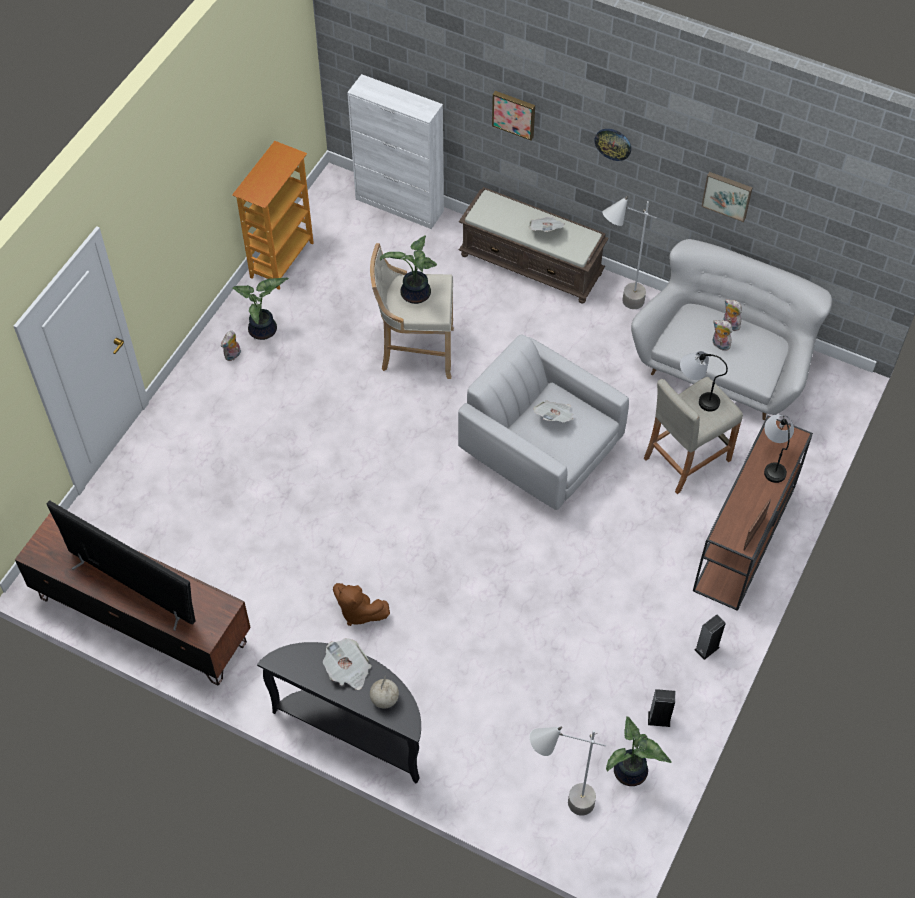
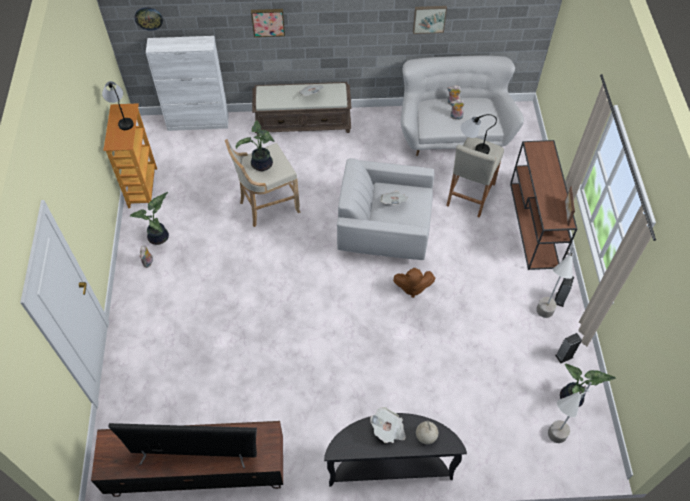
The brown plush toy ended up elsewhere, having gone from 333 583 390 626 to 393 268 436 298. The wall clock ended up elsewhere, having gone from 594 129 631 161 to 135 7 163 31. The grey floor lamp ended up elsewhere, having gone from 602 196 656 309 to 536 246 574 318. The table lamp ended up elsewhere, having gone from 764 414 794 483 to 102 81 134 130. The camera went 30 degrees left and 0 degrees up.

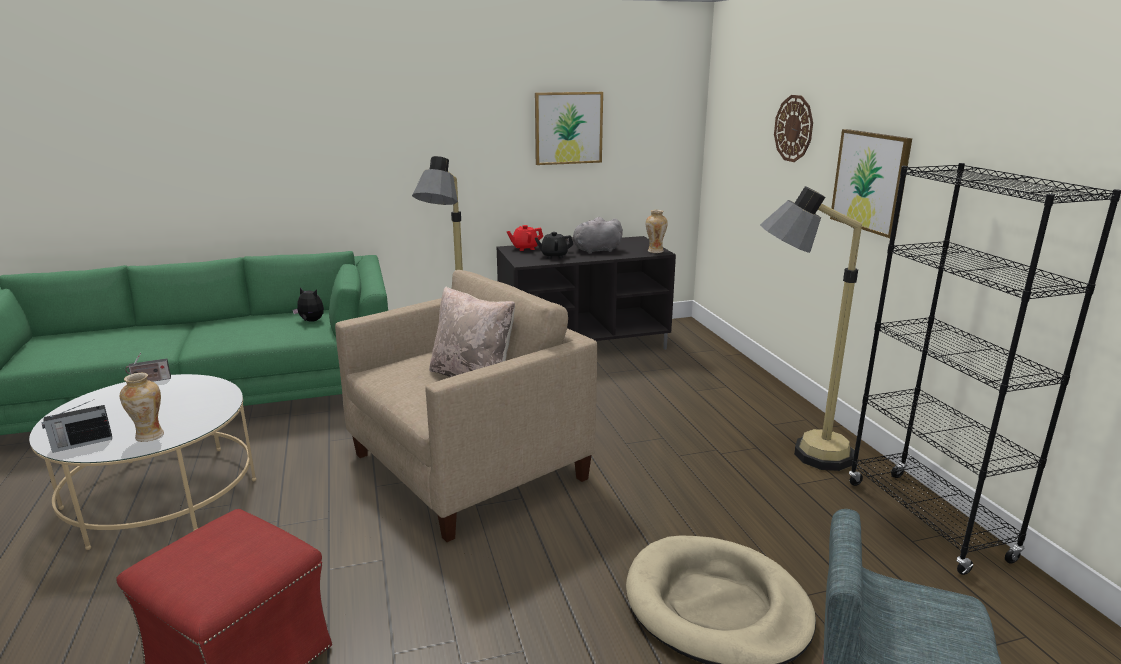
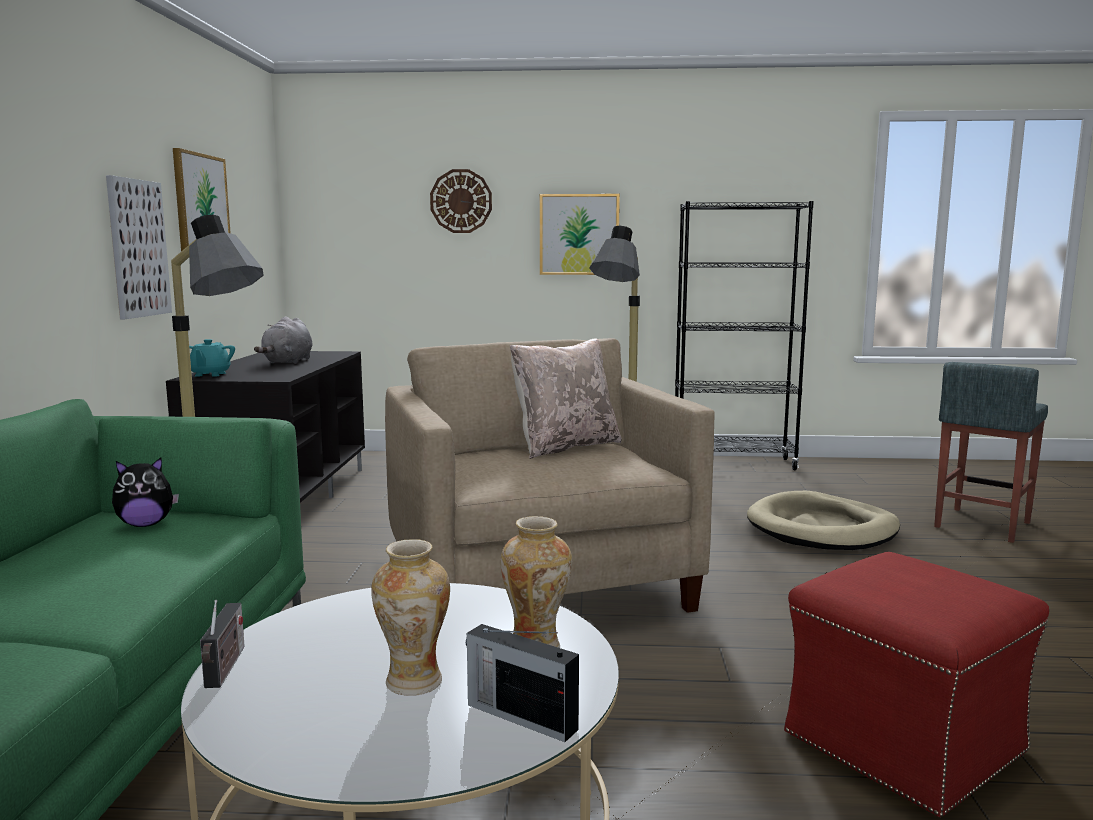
The second view lost the black teapot at 535 232 573 259. The second view gained the picture at 106 175 172 319. The vase ended up elsewhere, having gone from 646 210 668 253 to 371 539 450 696. What was the red teapot at 507 225 543 251 turned into the turquoise teapot at 189 339 235 377. The radio at 42 401 112 453 ended up facing another way, 135 degrees clockwise from before. The plush toy at 292 287 324 322 ended up facing another way, 150 degrees counterclockwise from before. The camera went 70 degrees left and 10 degrees down.

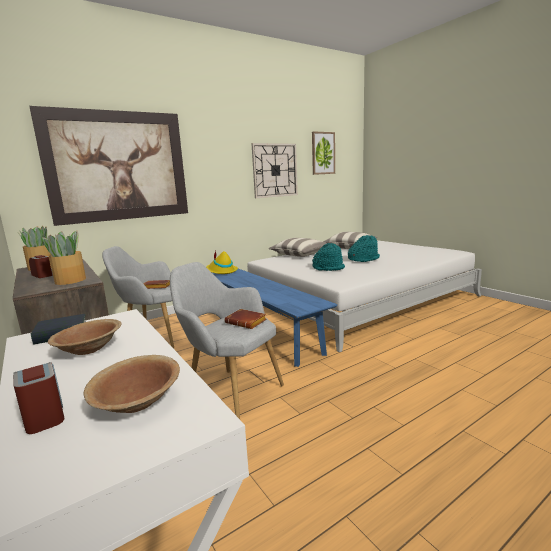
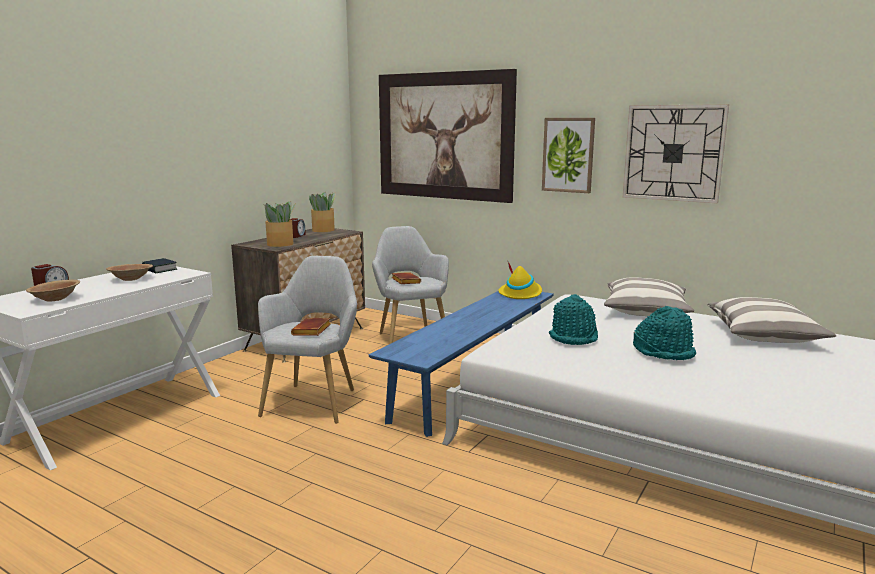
The picture ended up elsewhere, having gone from 312 131 335 175 to 542 118 595 193. The camera went 65 degrees right and 0 degrees up.

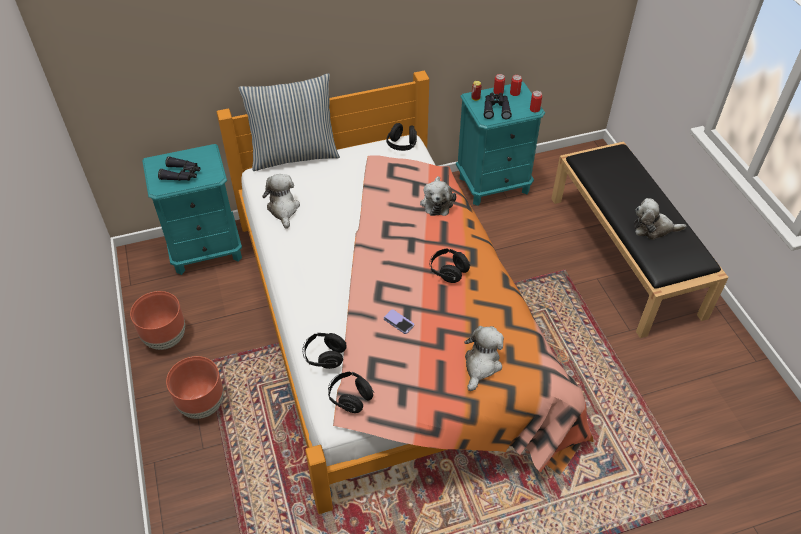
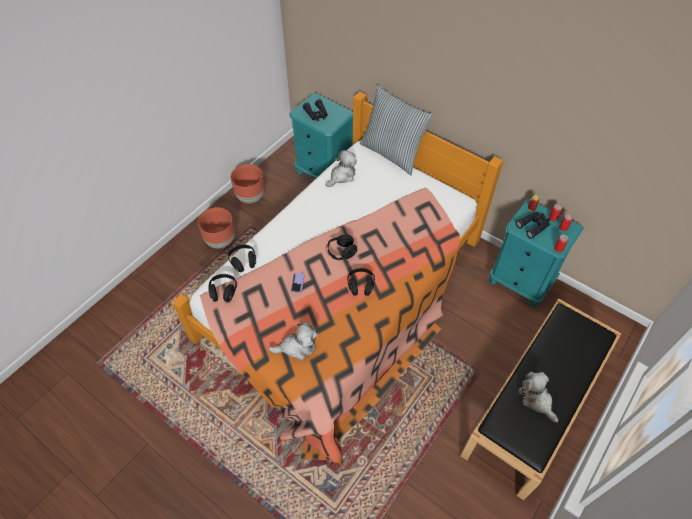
The second view lost the plush toy at 420 176 456 216. The black headphones ended up elsewhere, having gone from 386 123 417 151 to 326 234 357 260. The camera went 55 degrees right and 5 degrees up.

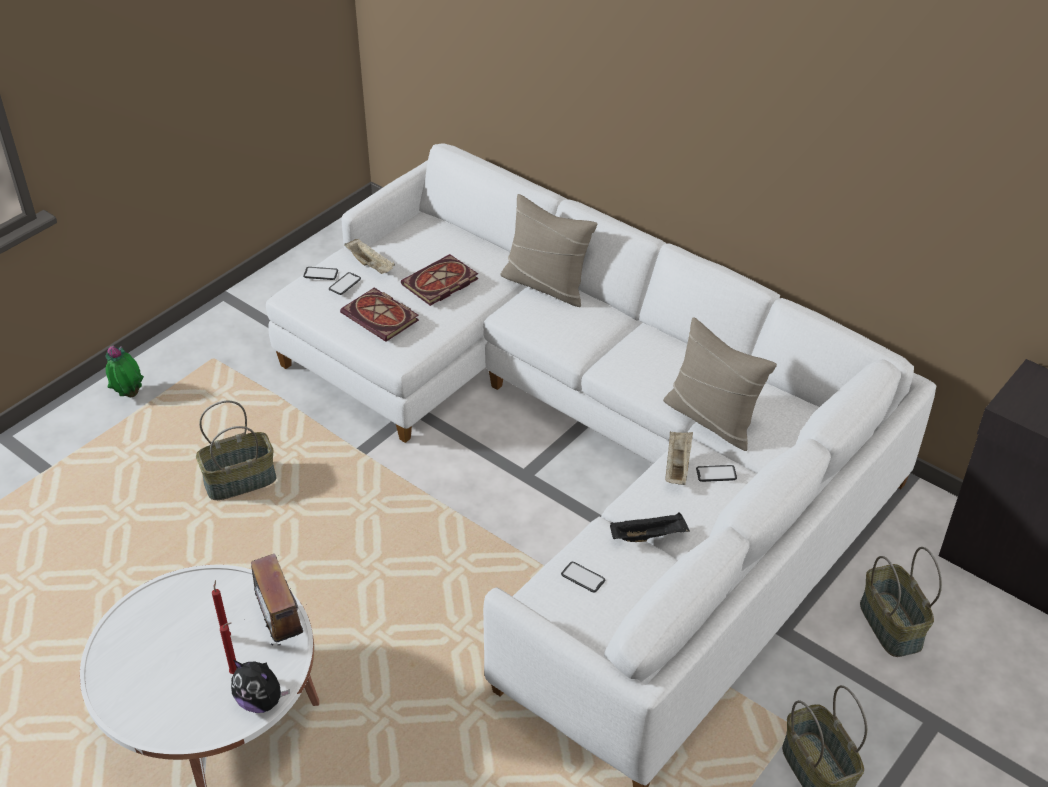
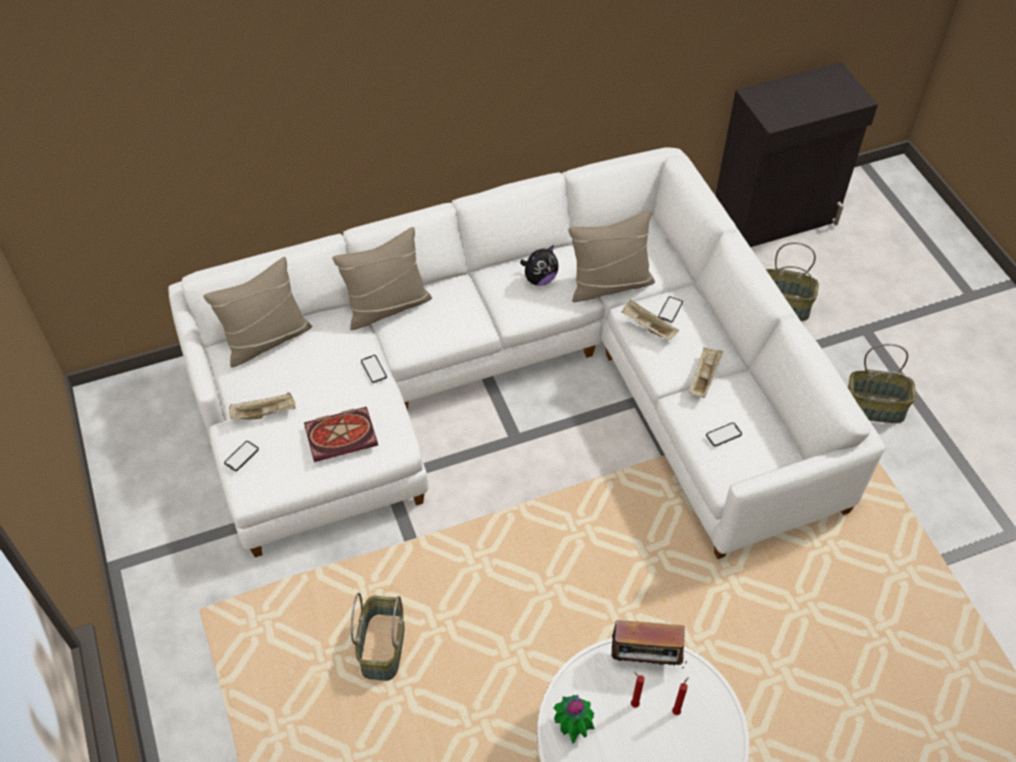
The second view lost the book at 401 254 479 306. The second view gained the beige pillow at 203 257 312 368. The potted plant ended up elsewhere, having gone from 105 345 144 397 to 553 694 595 744. The plush toy ended up elsewhere, having gone from 231 660 290 713 to 520 245 558 286. The phone ended up elsewhere, having gone from 329 272 361 295 to 361 355 387 383. What was the black tray at 610 512 690 542 turned into the beige tray at 689 348 723 398. The camera went 60 degrees left and 10 degrees up.

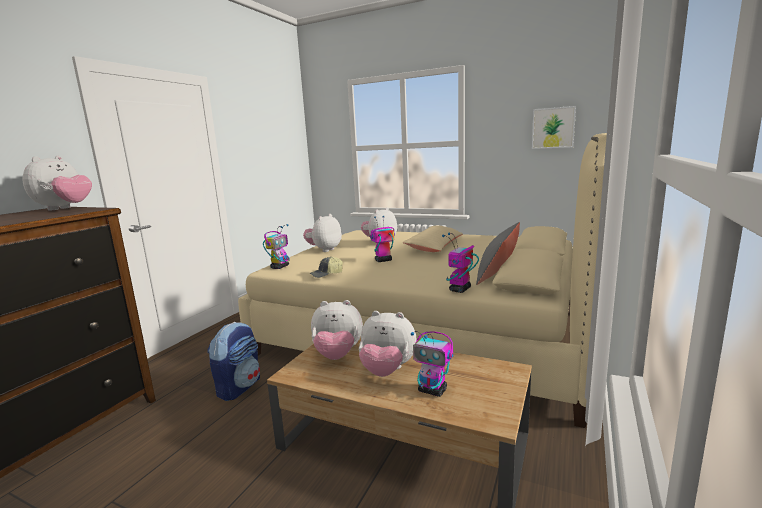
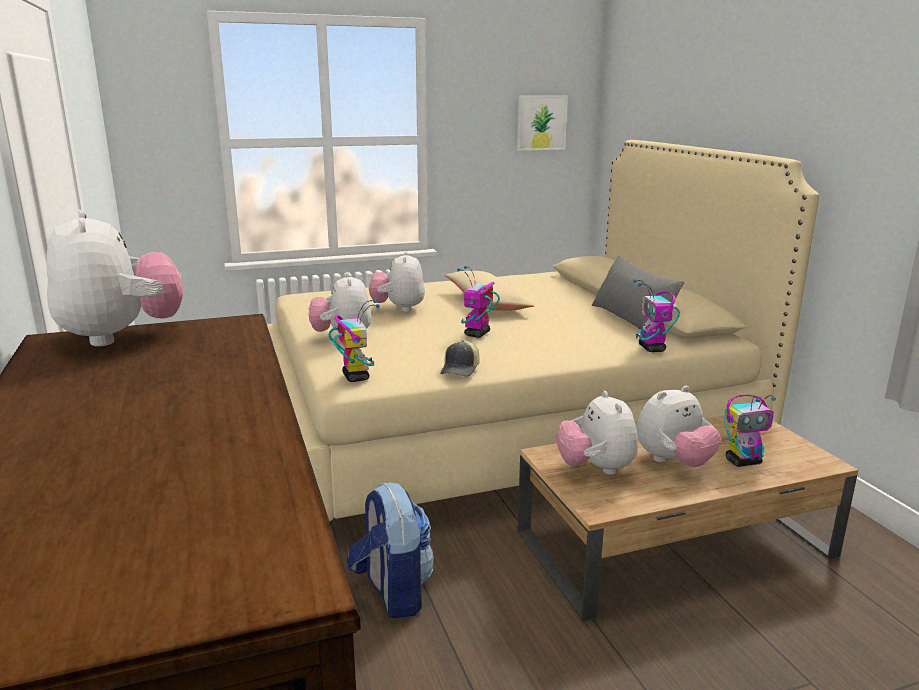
The plush toy at 311 300 363 360 ended up facing another way, 120 degrees clockwise from before. The camera went 45 degrees left and 5 degrees up.

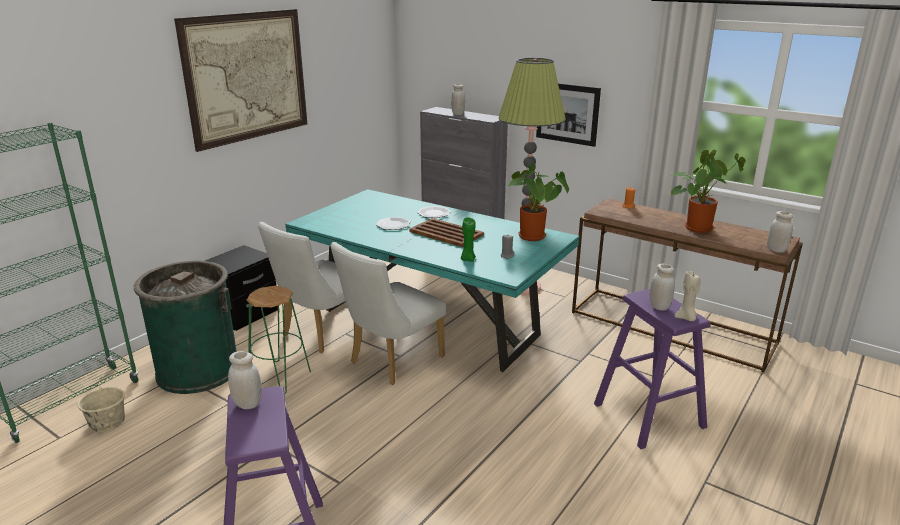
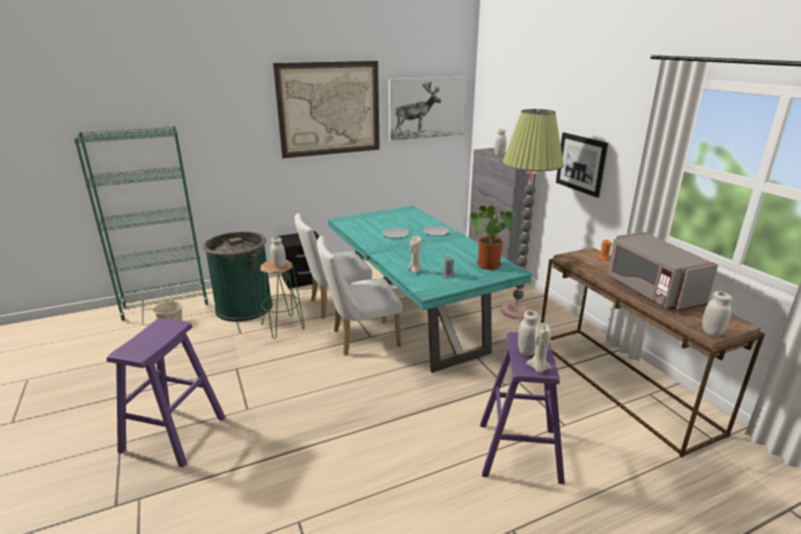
The second view lost the brown tray at 409 218 484 247. The second view gained the picture at 389 76 467 141. The white jar ended up elsewhere, having gone from 228 351 261 409 to 270 237 286 268. Where the potted plant stood at 670 150 746 233, the grey microwave came to stand at 607 232 718 311. What was the green candle at 461 217 476 262 turned into the beige candle at 408 236 422 273. The camera went 30 degrees right and 0 degrees up.

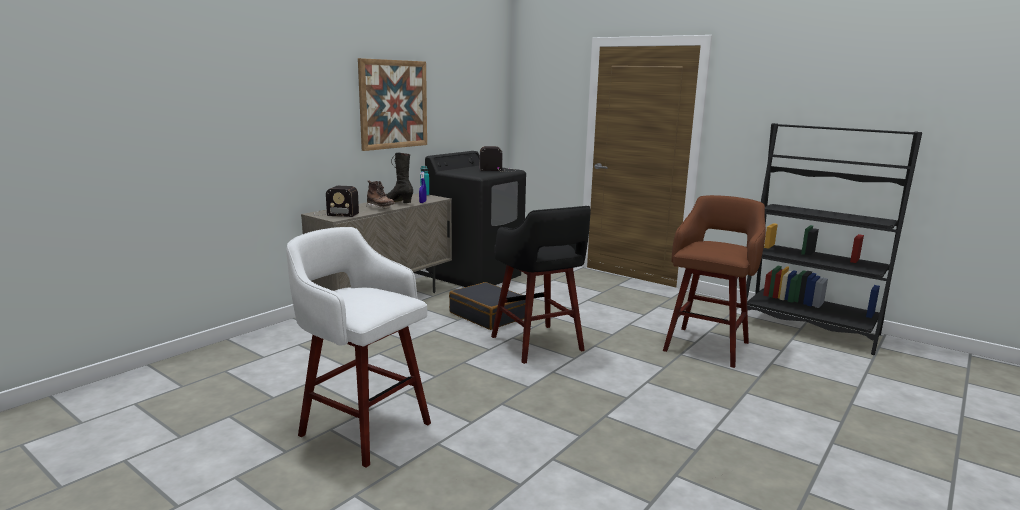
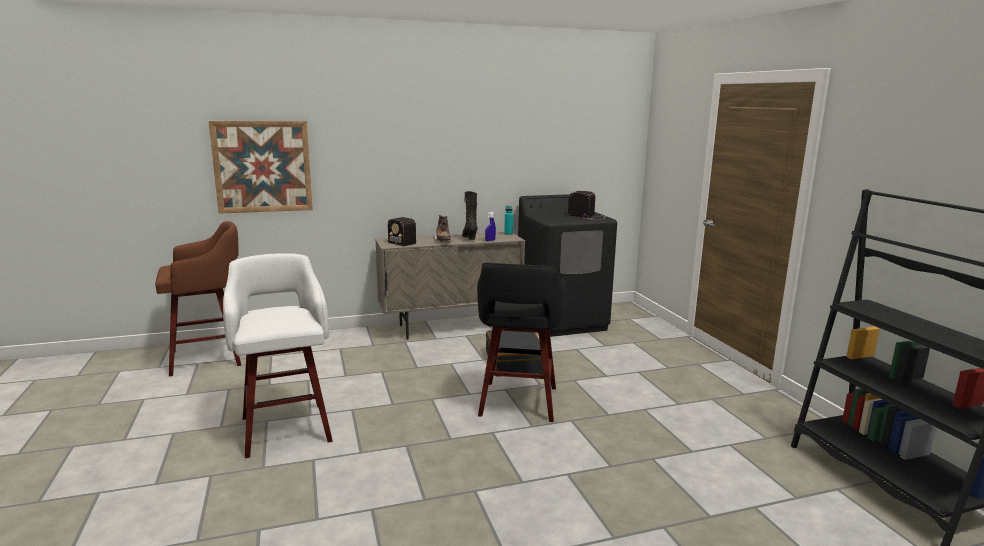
The picture ended up elsewhere, having gone from 358 58 427 151 to 209 121 313 214. The brown stool ended up elsewhere, having gone from 663 195 766 368 to 155 221 241 376. The camera went 35 degrees right and 0 degrees up.

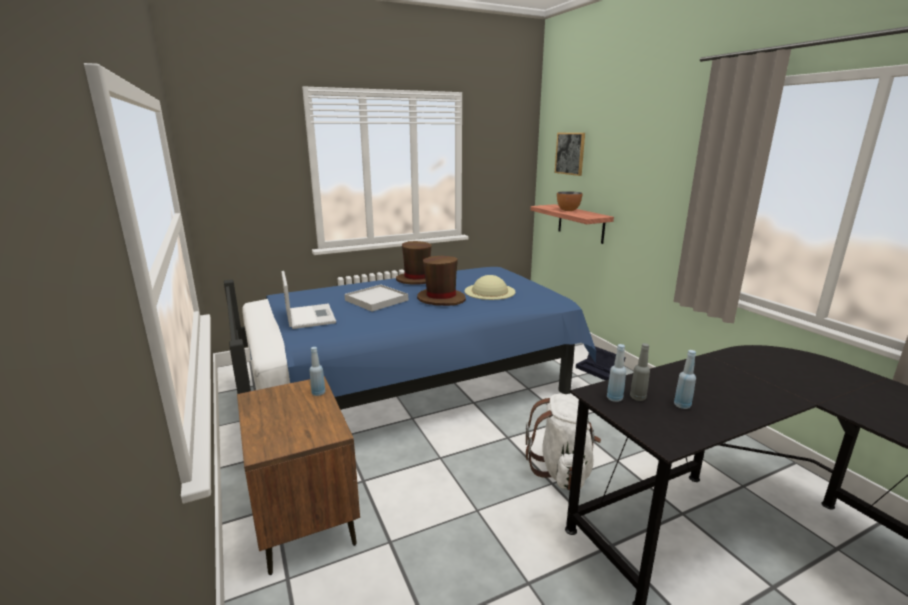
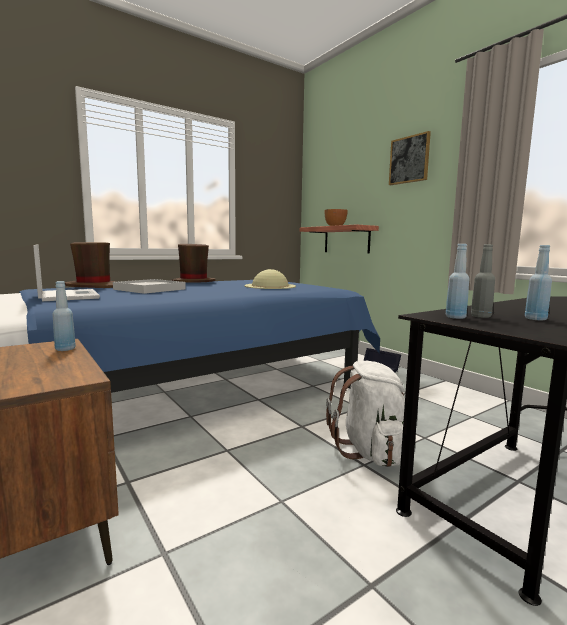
The brown hat ended up elsewhere, having gone from 417 256 466 306 to 65 242 116 288. The picture ended up elsewhere, having gone from 555 133 585 176 to 389 131 431 185. The camera went 10 degrees left and 10 degrees down.

